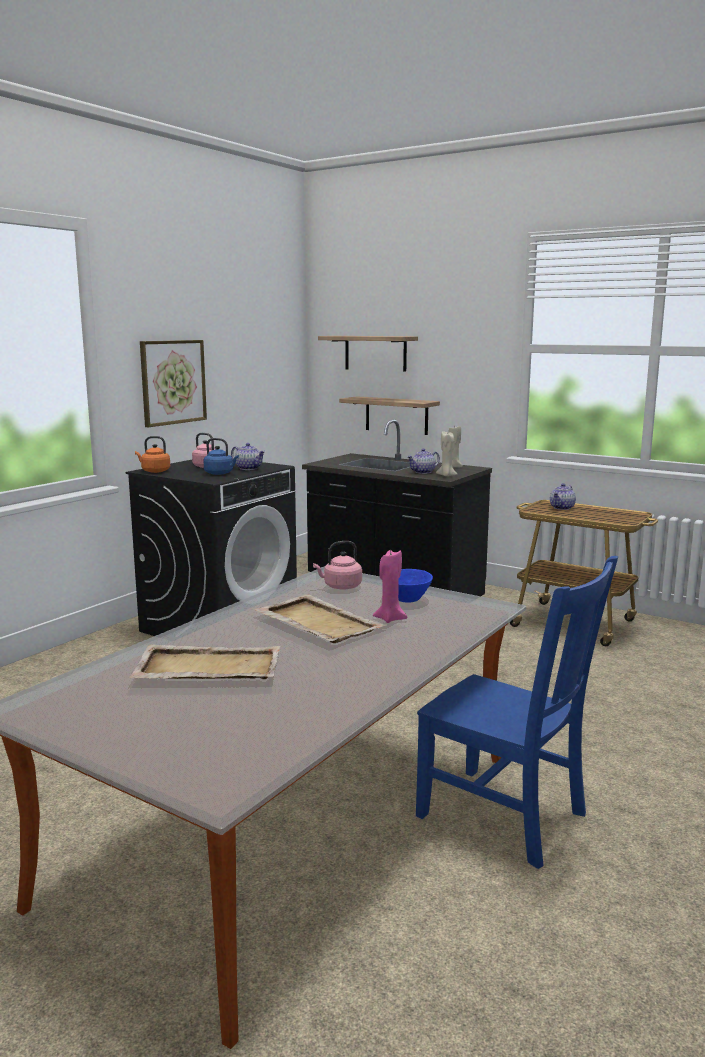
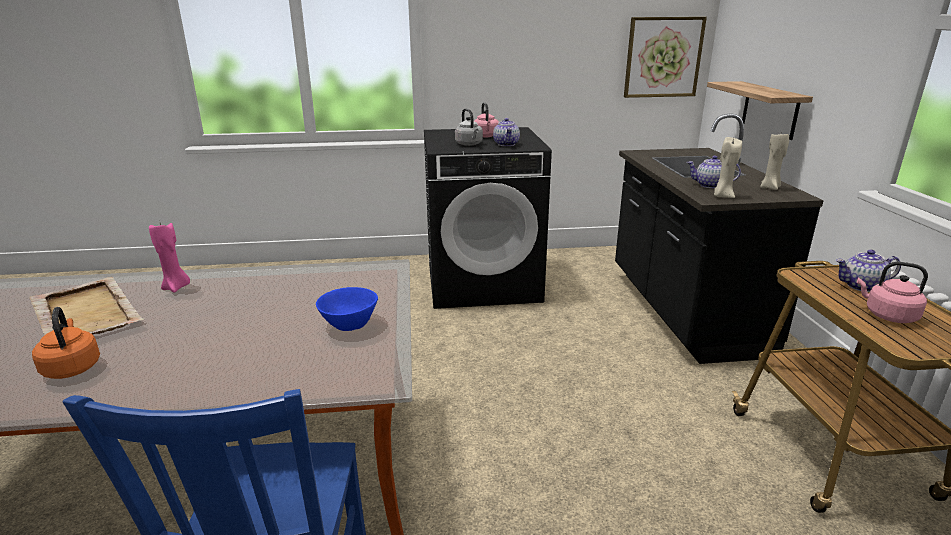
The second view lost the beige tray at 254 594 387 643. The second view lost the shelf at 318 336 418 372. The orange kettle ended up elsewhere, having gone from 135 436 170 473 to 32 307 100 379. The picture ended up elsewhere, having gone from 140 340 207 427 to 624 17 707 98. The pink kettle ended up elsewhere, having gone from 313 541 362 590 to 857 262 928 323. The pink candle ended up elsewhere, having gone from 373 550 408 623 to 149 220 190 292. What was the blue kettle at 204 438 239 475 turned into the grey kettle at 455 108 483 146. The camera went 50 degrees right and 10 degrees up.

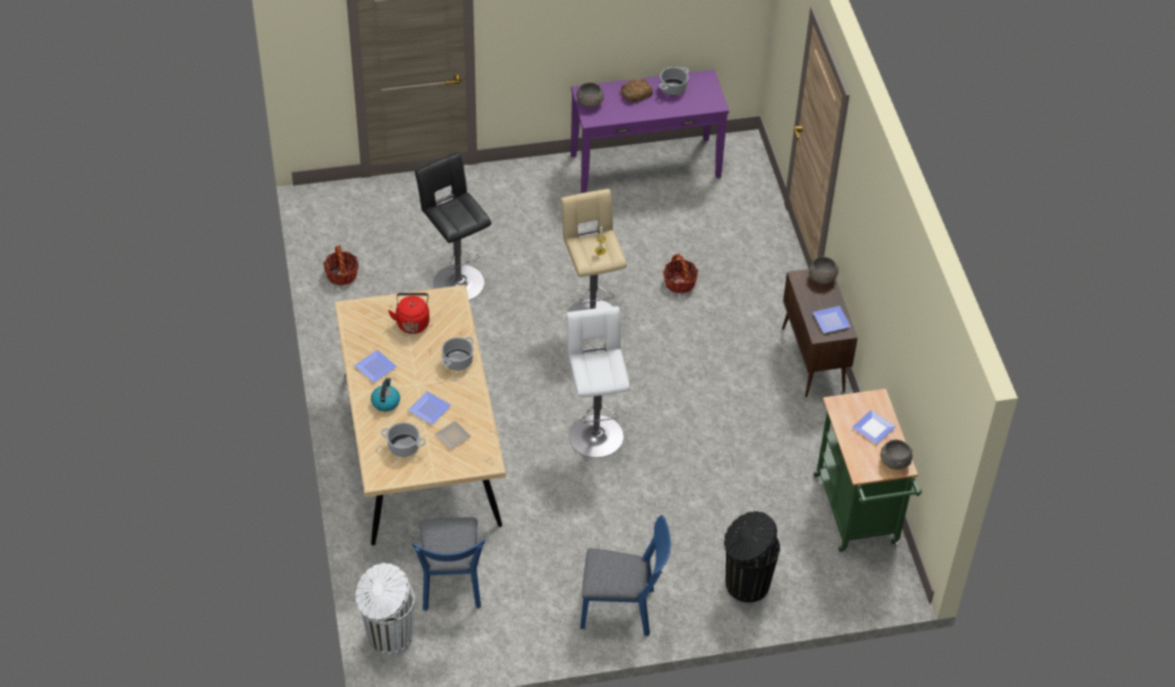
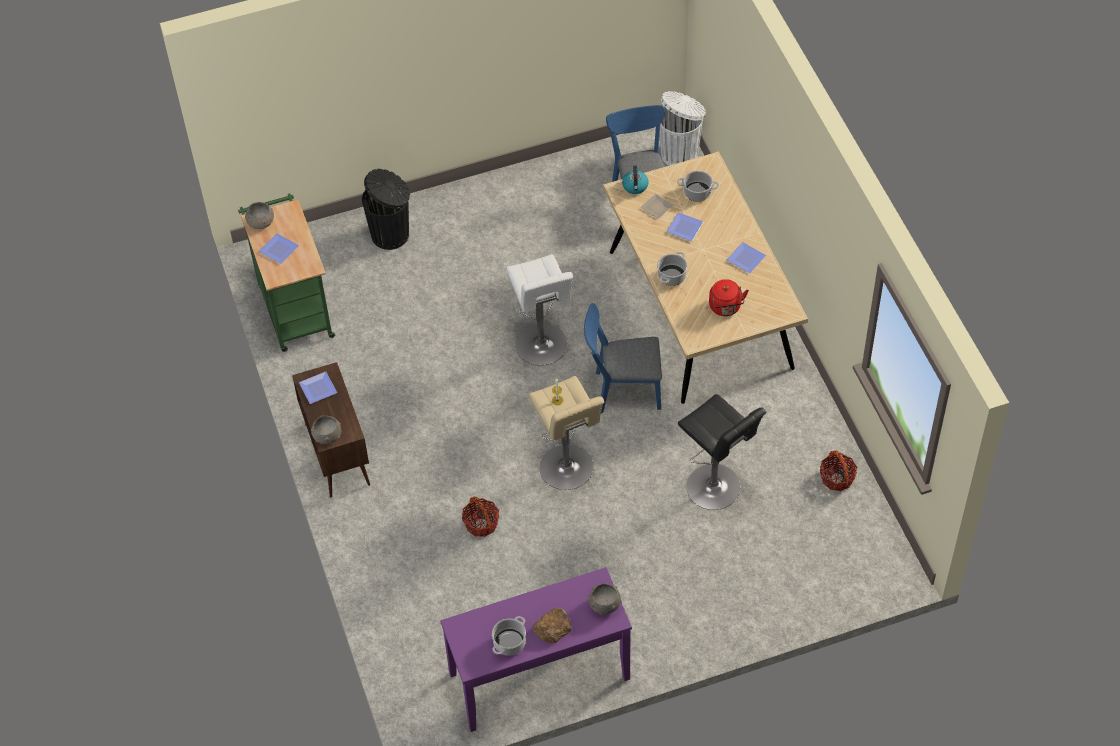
The kettle ended up elsewhere, having gone from 371 378 400 411 to 622 166 649 194. The blue chair ended up elsewhere, having gone from 580 515 671 637 to 584 303 662 413. The camera went 175 degrees right and 5 degrees up.

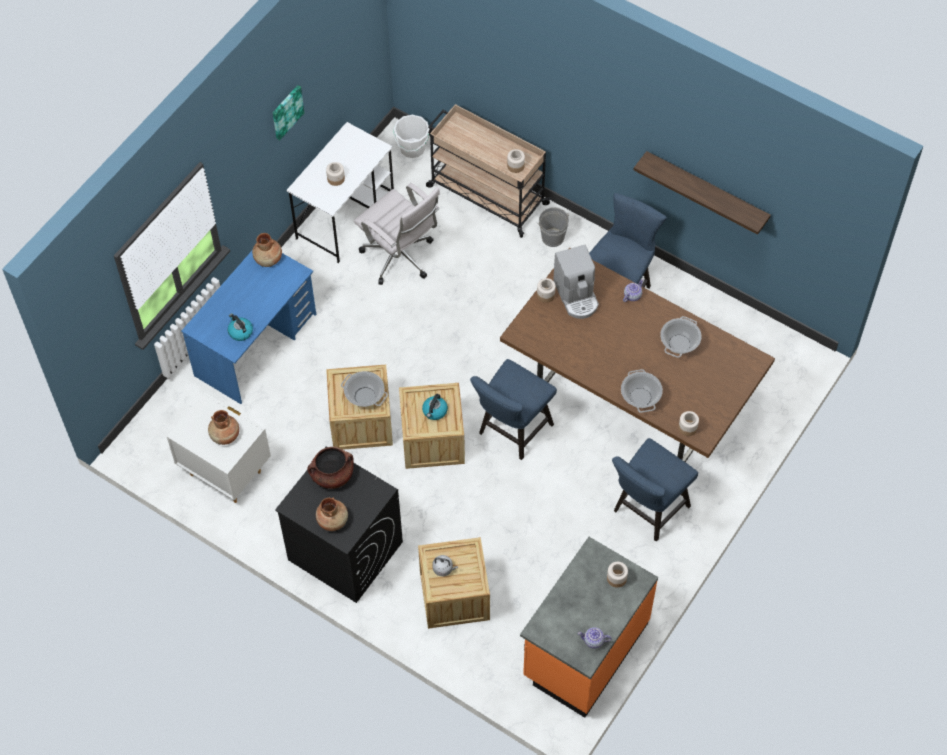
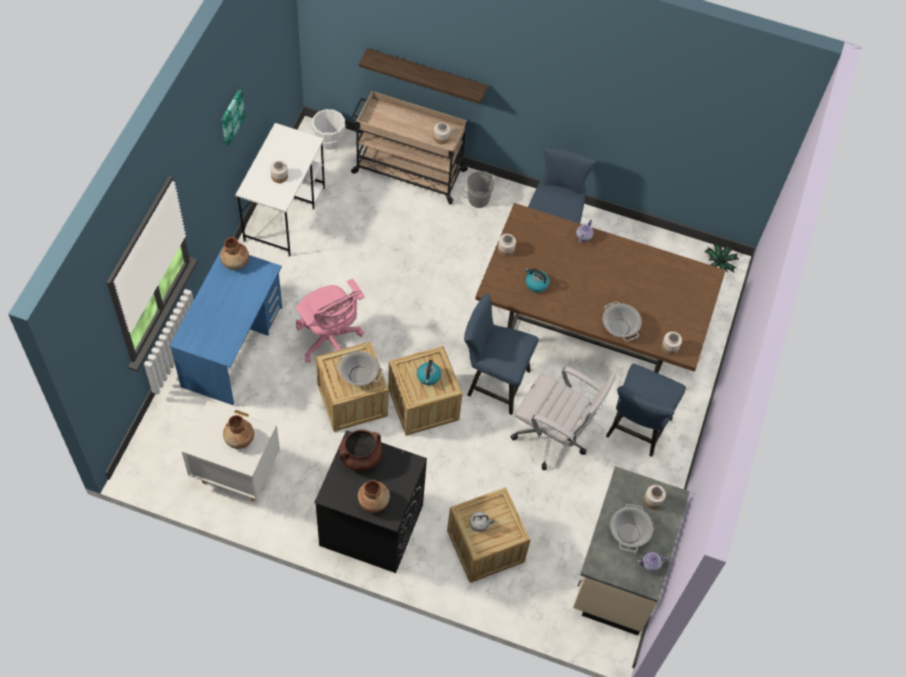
The second view lost the coffee machine at 553 245 599 319. The second view gained the pink office chair at 296 279 365 363. The second view gained the potted plant at 704 243 739 272. The kettle ended up elsewhere, having gone from 228 313 253 341 to 525 268 549 293. The white office chair ended up elsewhere, having gone from 354 183 440 285 to 511 366 616 470. The shelf ended up elsewhere, having gone from 634 151 771 235 to 359 48 488 104. The cooking pot ended up elsewhere, having gone from 660 316 702 358 to 610 504 653 552. What was the orange counter at 520 537 658 718 turned into the beige counter at 573 466 690 635. The blue chair at 470 359 557 460 ended up facing another way, 90 degrees clockwise from before. The camera went 20 degrees left and 0 degrees up.

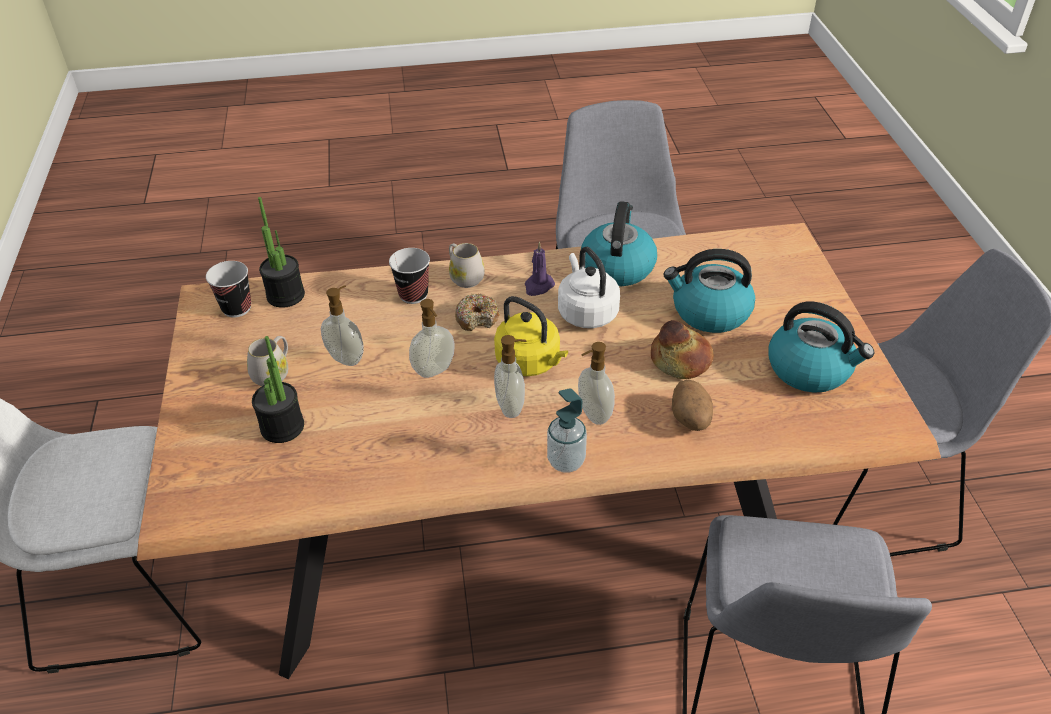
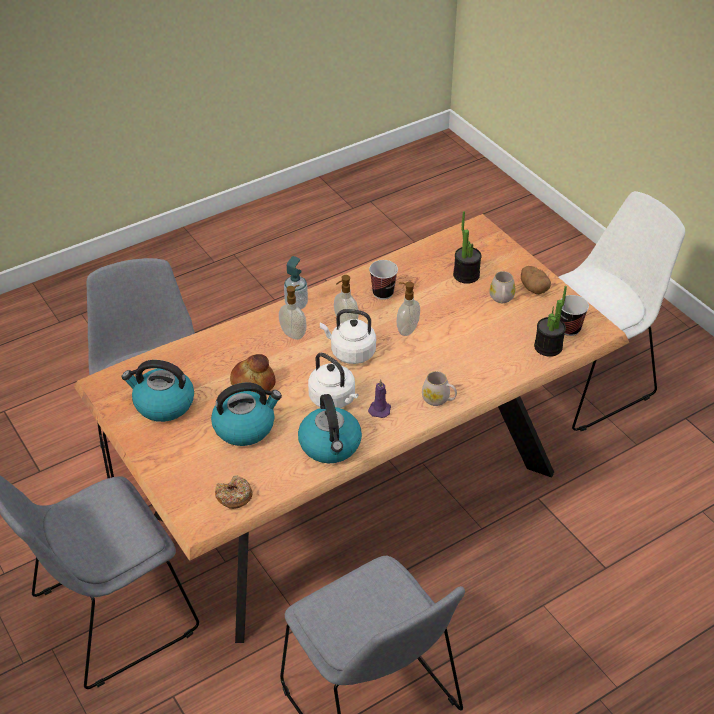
The second view lost the soap dispenser at 321 285 364 366. The cup ended up elsewhere, having gone from 389 248 430 304 to 369 260 398 300. The donut ended up elsewhere, having gone from 455 294 500 331 to 215 475 253 509. The potato ended up elsewhere, having gone from 672 380 713 431 to 521 266 551 294. What was the yellow kettle at 494 296 568 376 turned into the white kettle at 320 309 376 364. The camera went 155 degrees right and 0 degrees up.

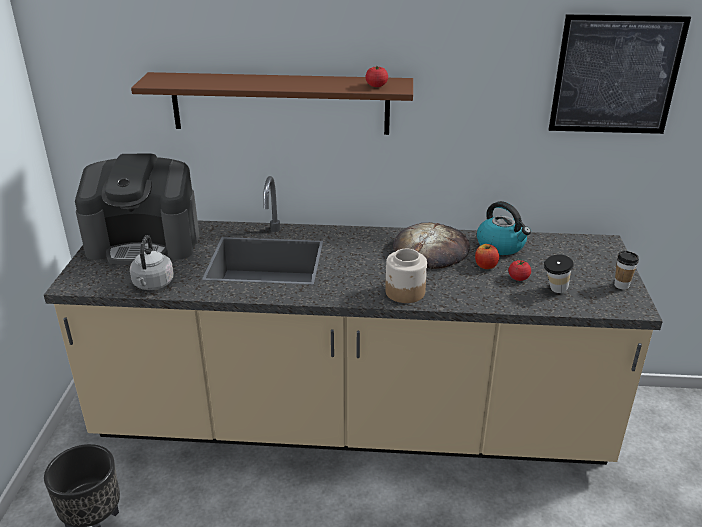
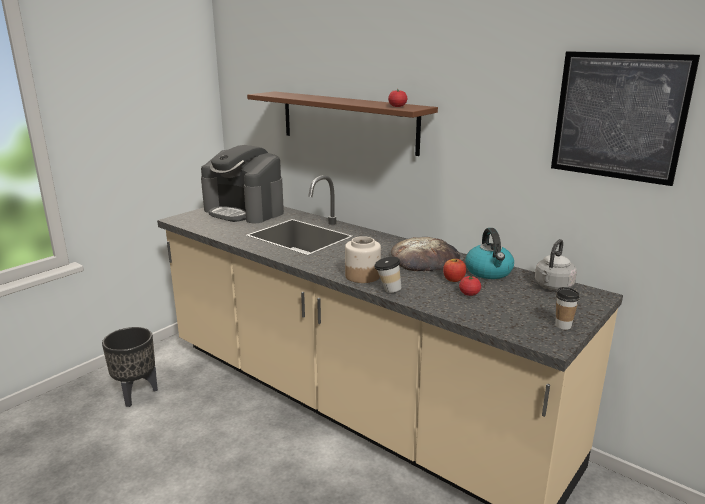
The grey kettle ended up elsewhere, having gone from 130 235 174 290 to 535 239 577 290. The cup ended up elsewhere, having gone from 544 254 574 293 to 374 257 401 293. The camera went 35 degrees right and 10 degrees down.

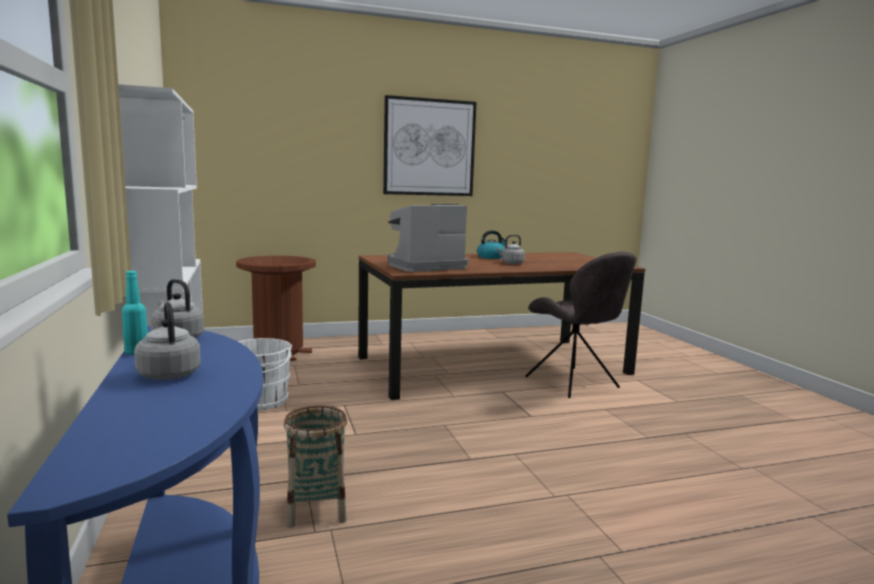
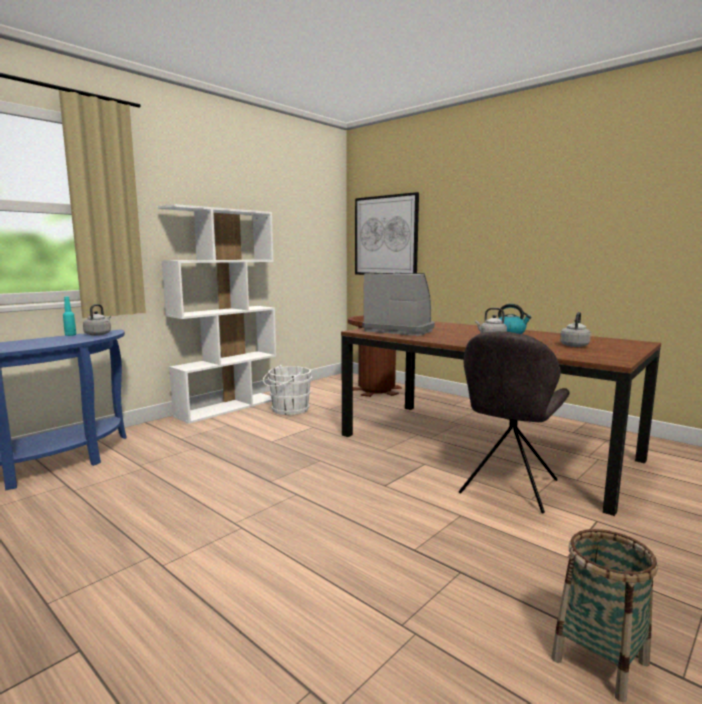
The grey kettle ended up elsewhere, having gone from 134 302 200 380 to 560 312 591 347. The basket ended up elsewhere, having gone from 284 405 347 528 to 551 529 658 703. The picture ended up elsewhere, having gone from 383 95 476 196 to 355 192 419 275. The camera went 60 degrees right and 0 degrees up.

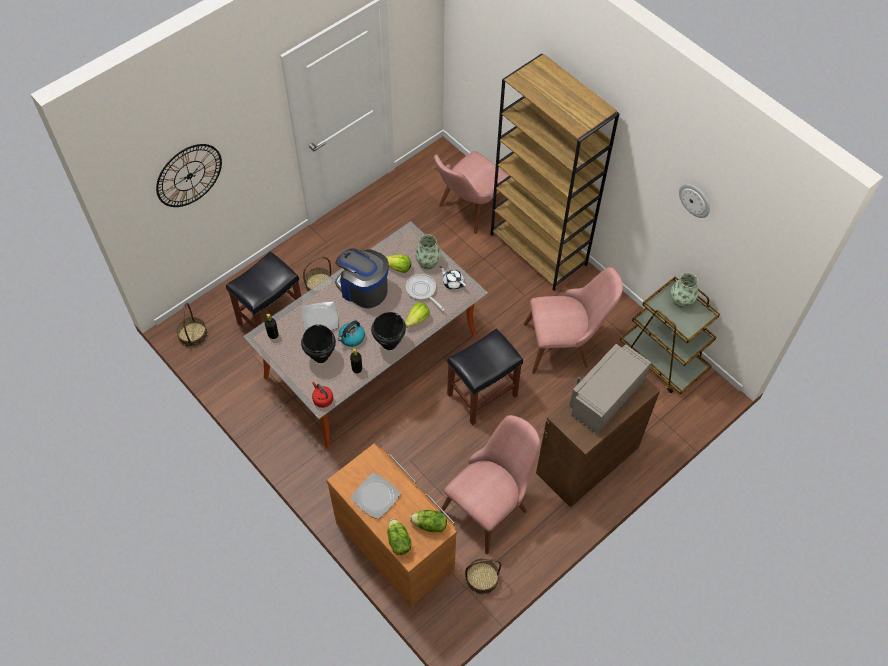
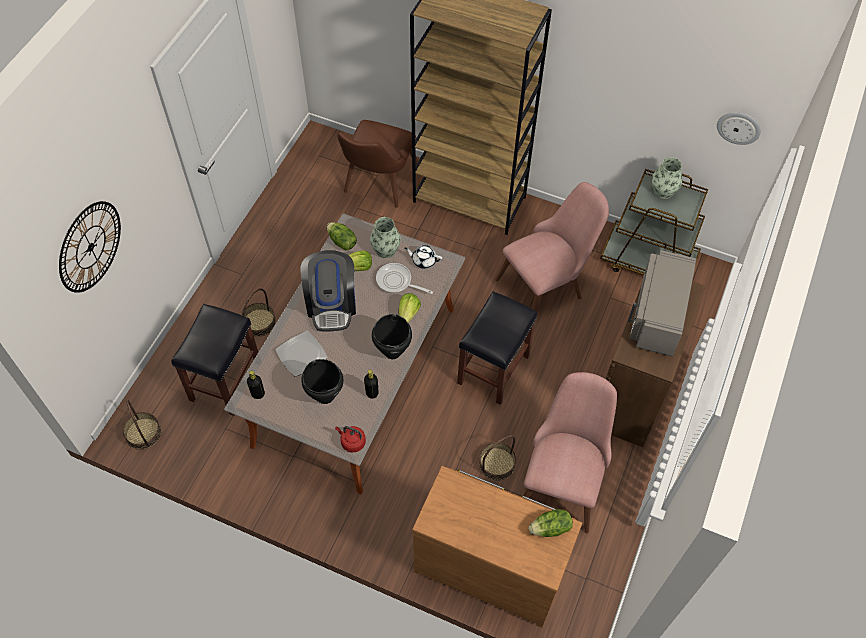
The second view lost the kettle at 338 320 365 347. The second view lost the plate at 351 473 401 519. The lettuce ended up elsewhere, having gone from 387 519 411 555 to 327 222 357 250. The basket ended up elsewhere, having gone from 465 558 501 594 to 479 435 516 481. The wall clock ended up elsewhere, having gone from 679 184 710 218 to 717 112 761 145. What was the pink chair at 434 151 509 234 turned into the brown chair at 337 120 418 208. The coffee machine at 335 249 389 308 ended up facing another way, 105 degrees counterclockwise from before. The camera went 25 degrees left and 0 degrees up.

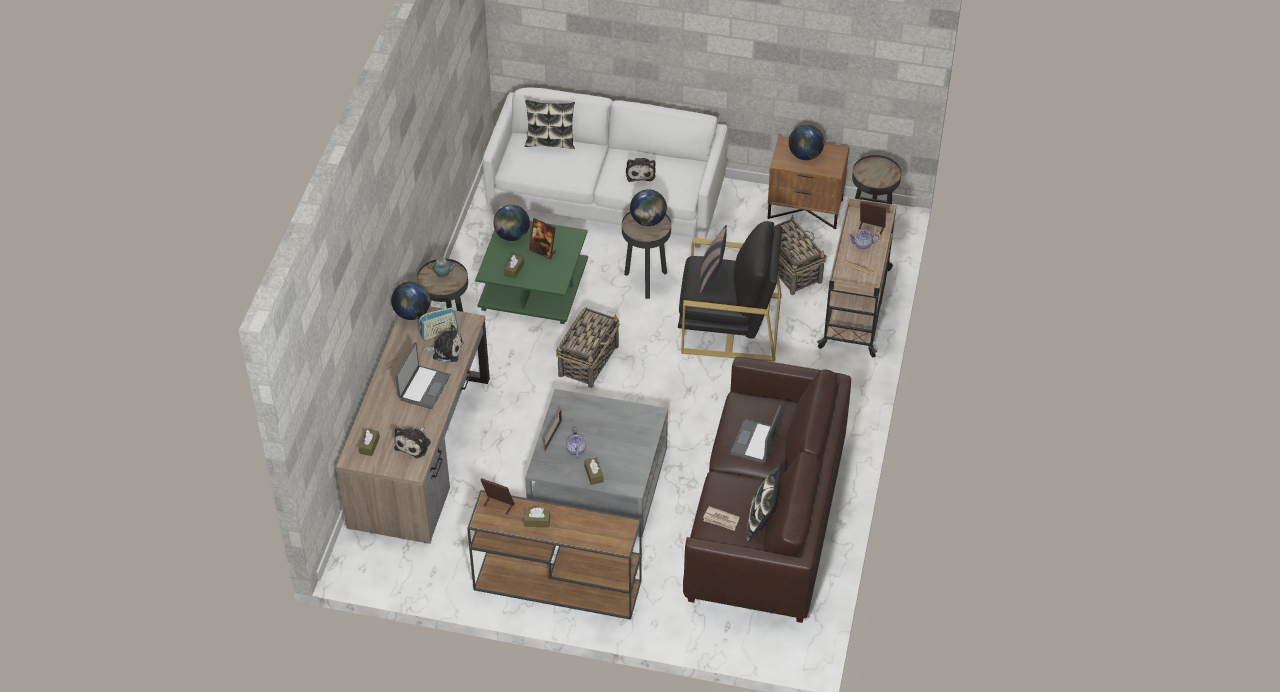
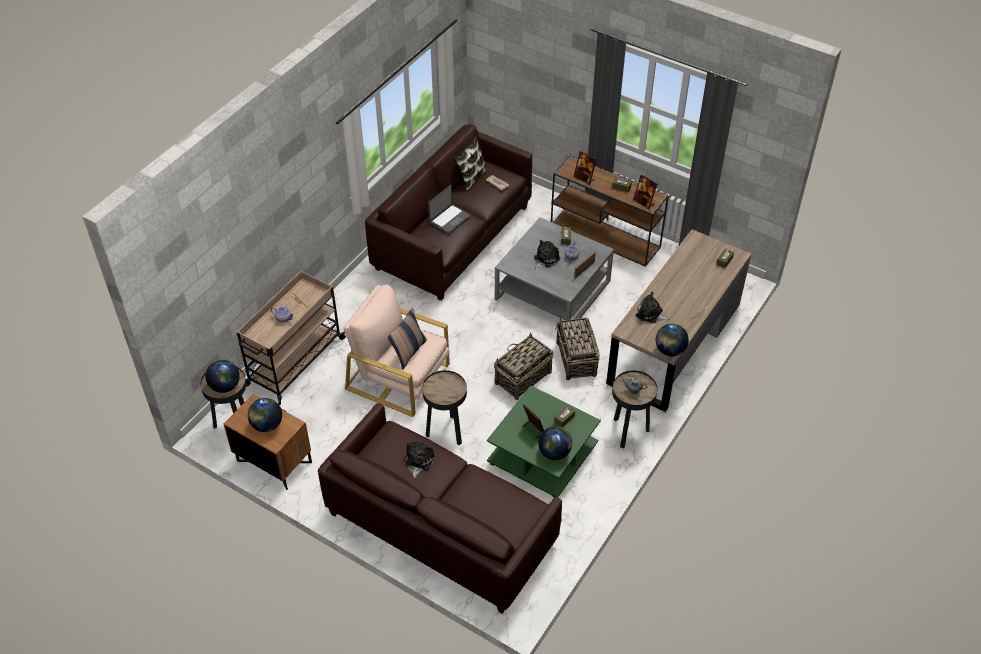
The second view lost the laptop at 395 342 451 409. The second view lost the radio at 419 307 458 340. The second view lost the pillow at 525 100 575 149. The plush toy ended up elsewhere, having gone from 394 426 431 458 to 534 240 560 269. The globe ended up elsewhere, having gone from 630 189 667 226 to 206 360 240 393. The basket ended up elsewhere, having gone from 773 215 827 295 to 556 317 600 380. The picture frame ended up elsewhere, having gone from 858 201 886 235 to 574 151 597 185. What was the white sofa at 483 88 728 248 turned into the brown sofa at 318 404 562 614. What was the black armchair at 678 221 783 362 turned into the beige armchair at 343 284 450 417. The camera went 160 degrees left and 0 degrees up.

